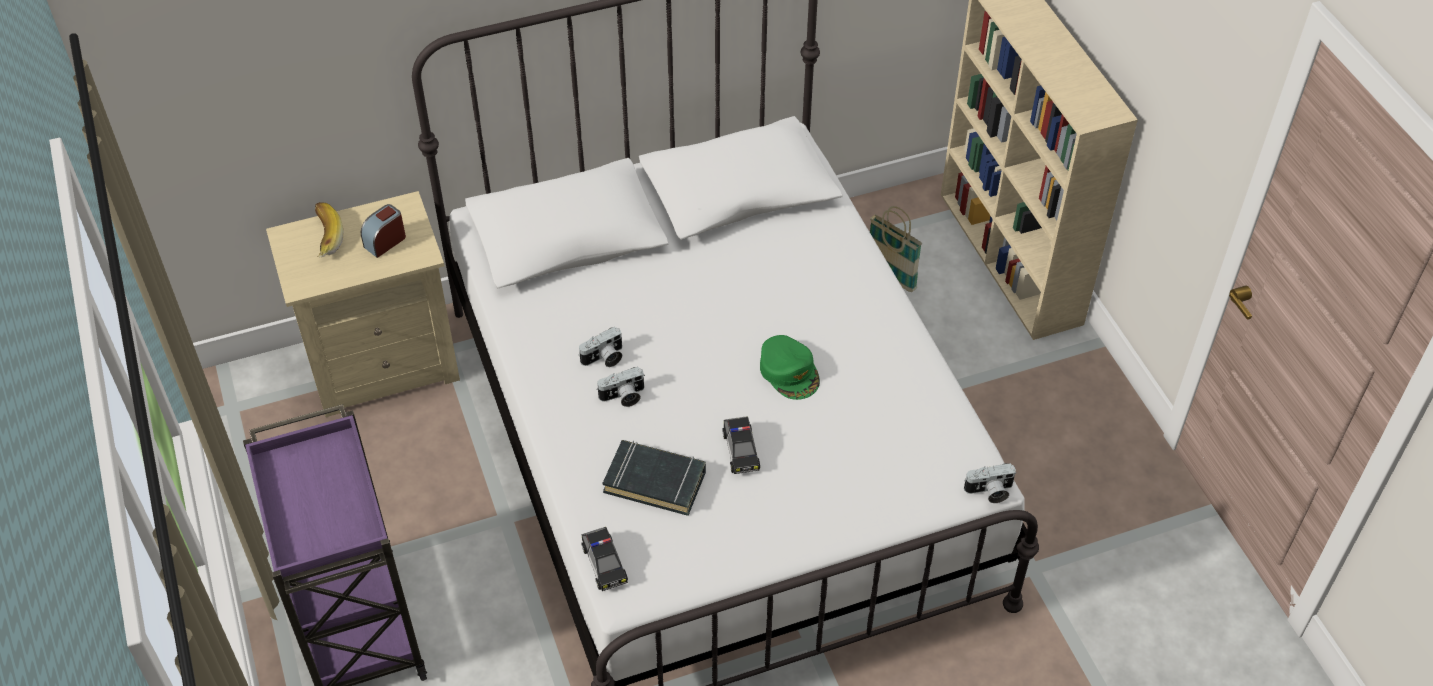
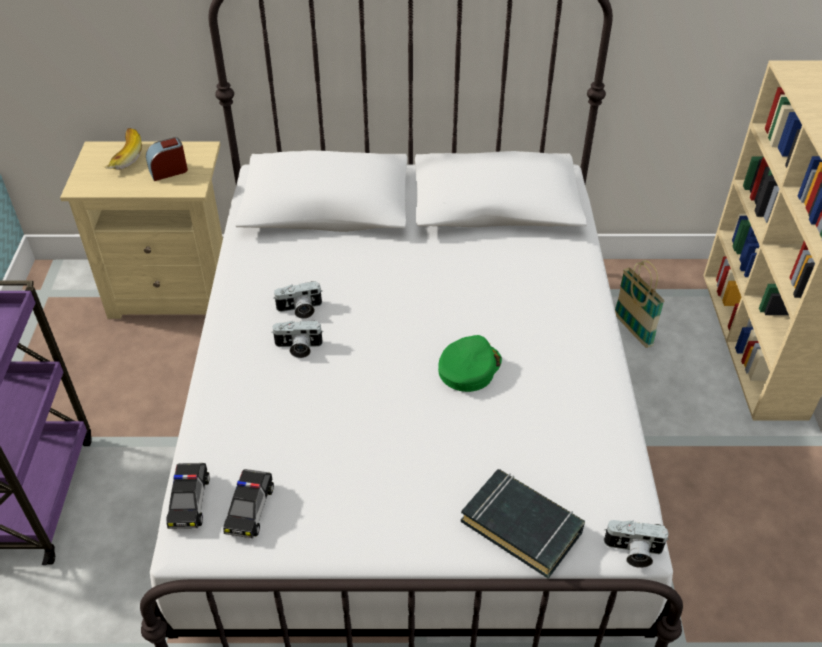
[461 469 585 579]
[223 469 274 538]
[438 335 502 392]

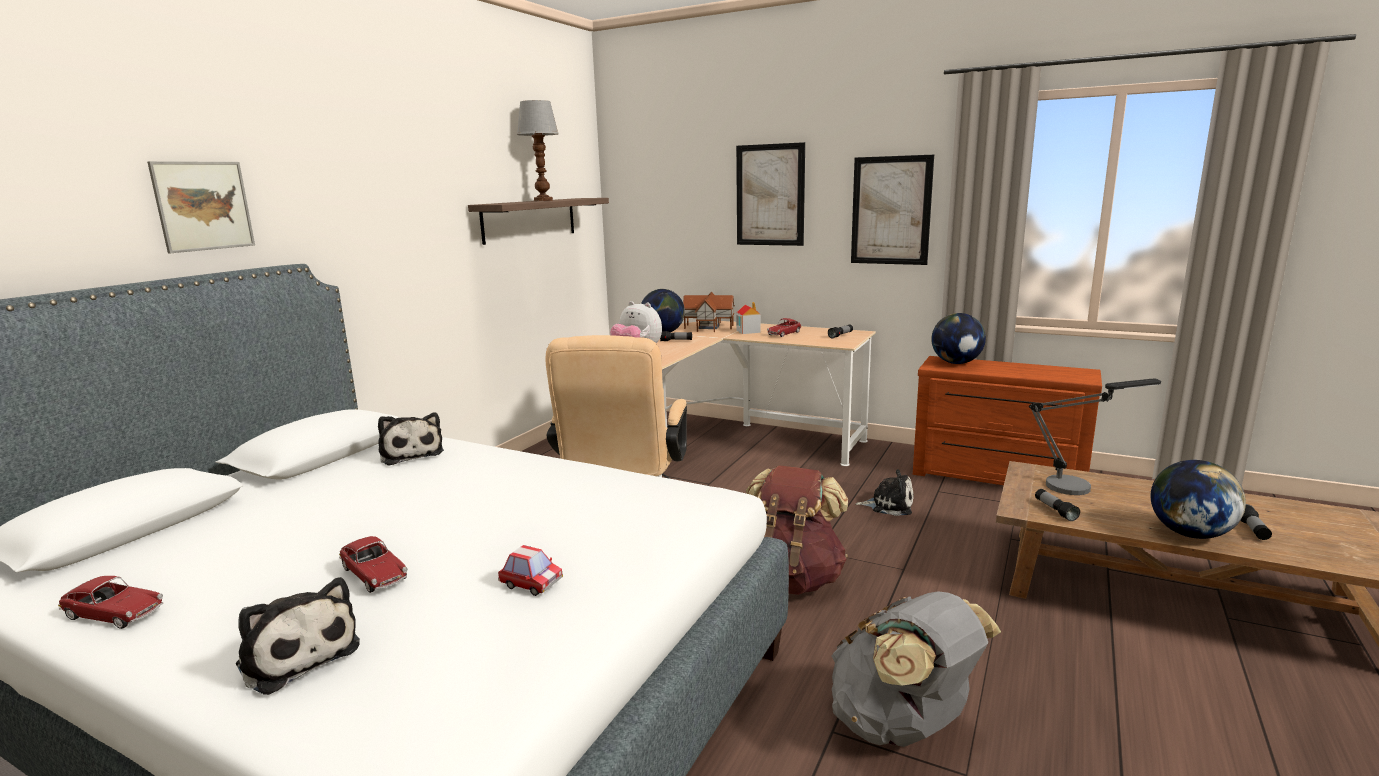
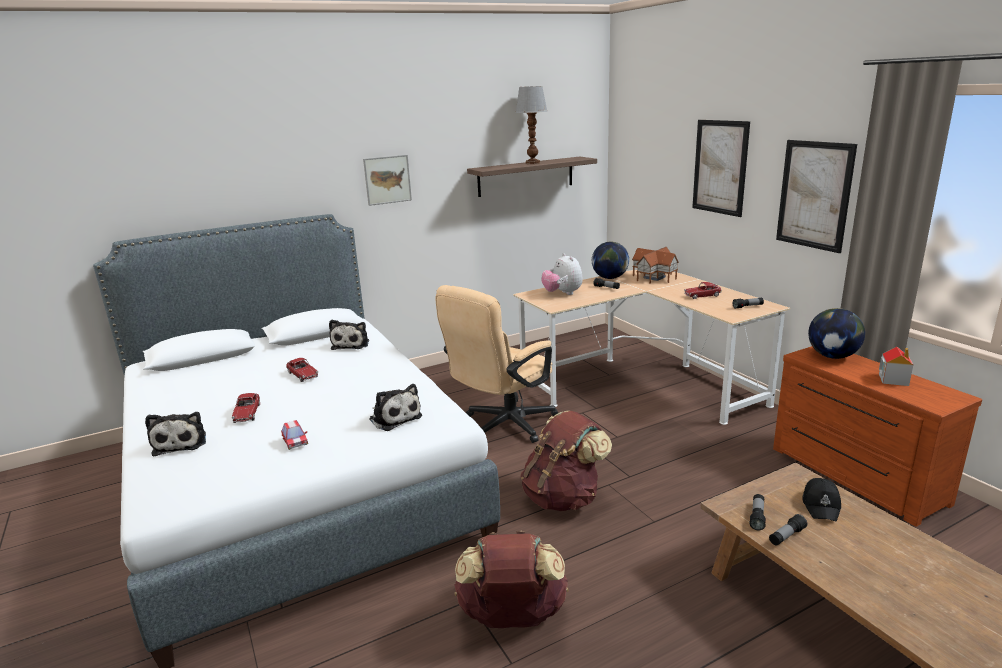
[1151 460 1246 539] (first image)
[286 358 318 382]
[363 155 412 206]
[879 347 913 386]
[369 384 422 431]
[769 514 807 545]
[803 478 841 522]
[455 531 569 628]

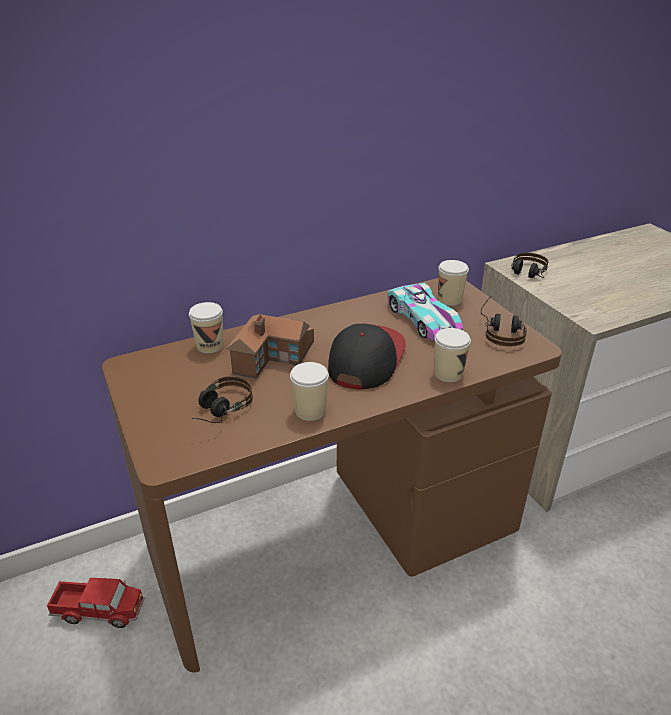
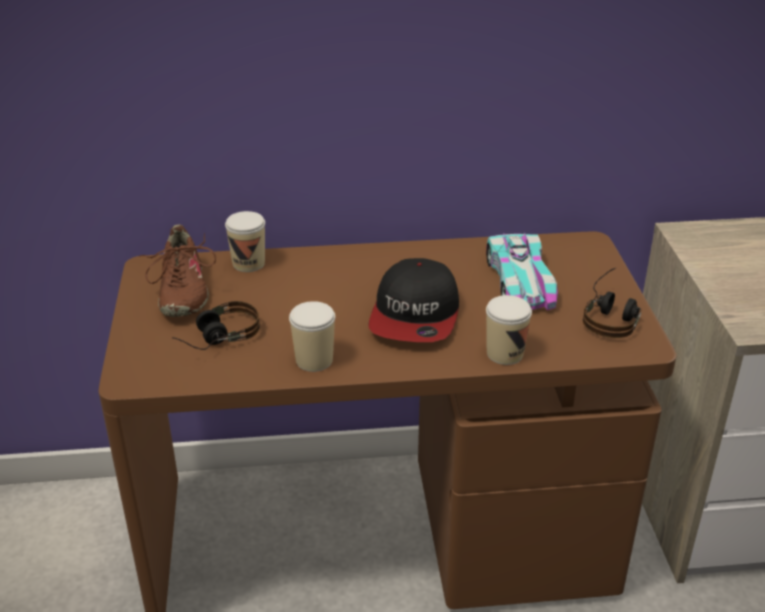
[47 578 145 628] (first image)
[227 314 314 379] (first image)
[438 260 469 305] (first image)
[511 252 549 278] (first image)
[139 224 216 317]
[368 258 459 342]

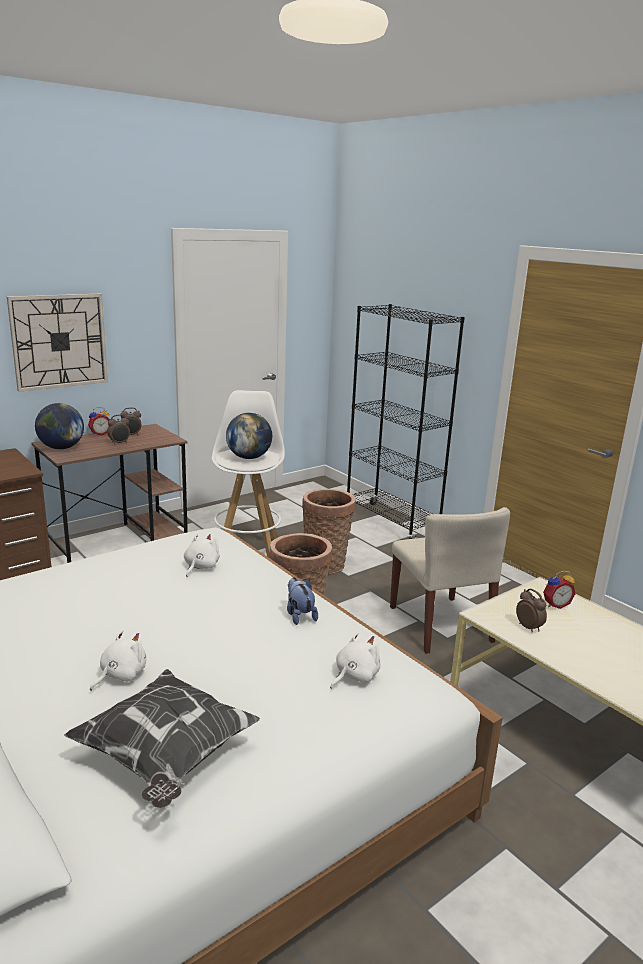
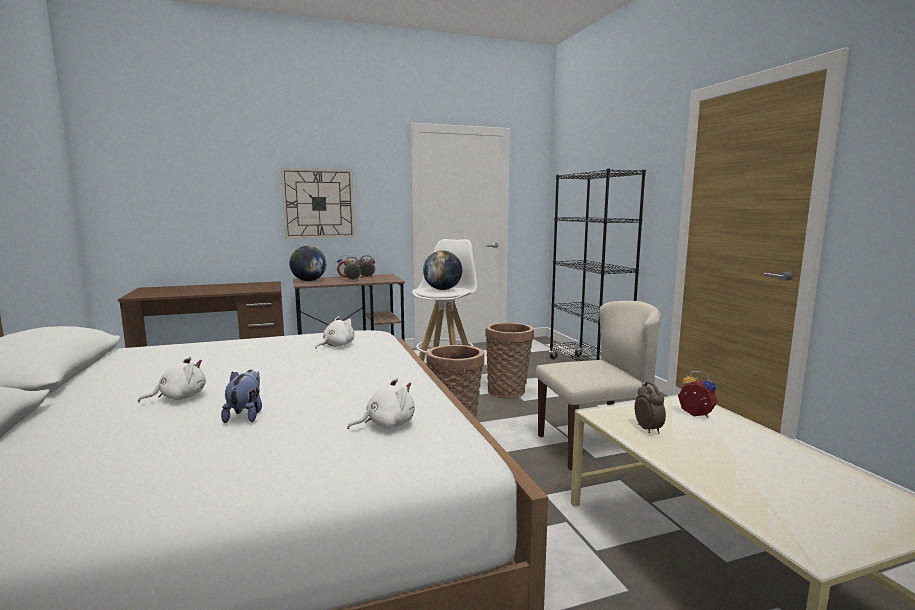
[64 669 260 808] (first image)
[221 370 262 423]
[535 301 661 470]
[678 371 718 418]

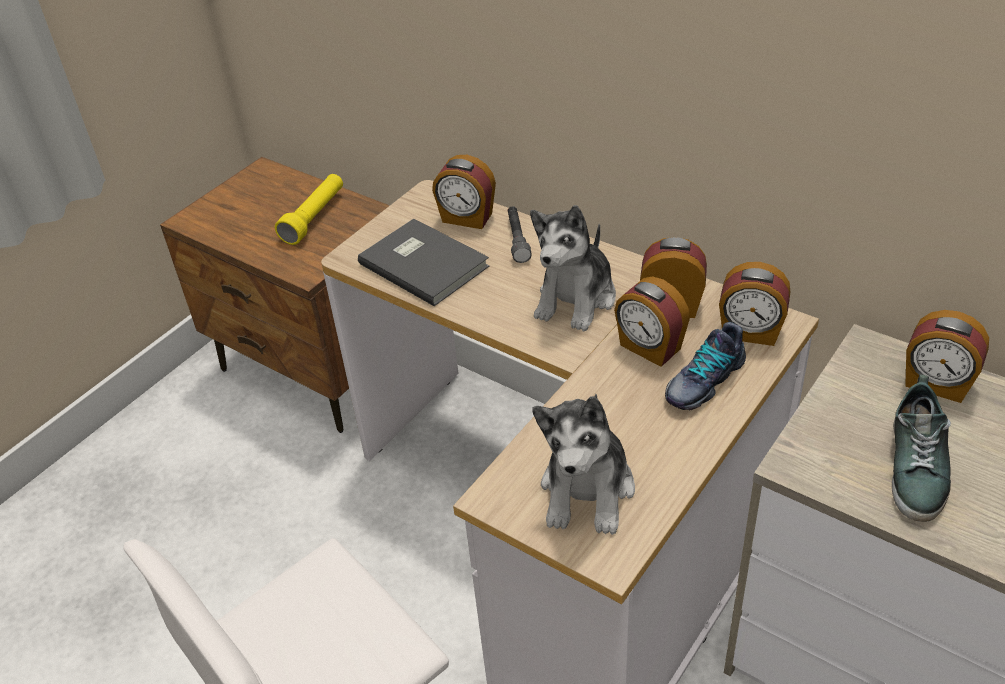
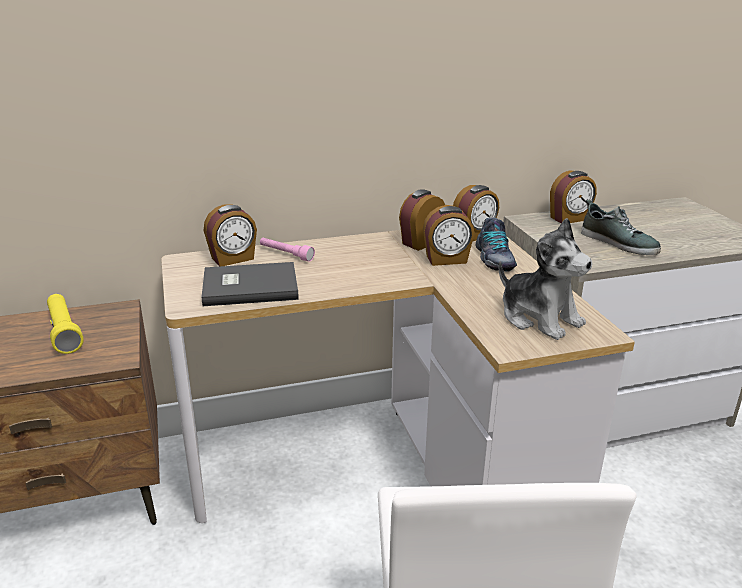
[530 205 616 331] (first image)
[260 238 315 262]

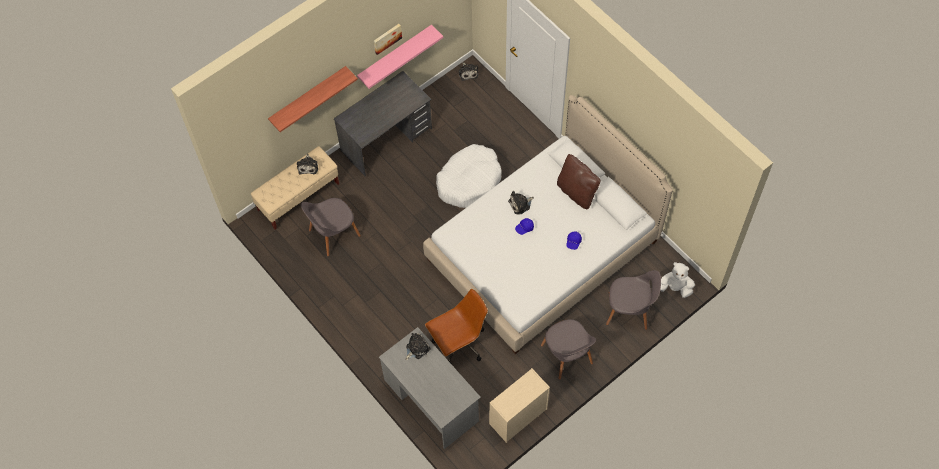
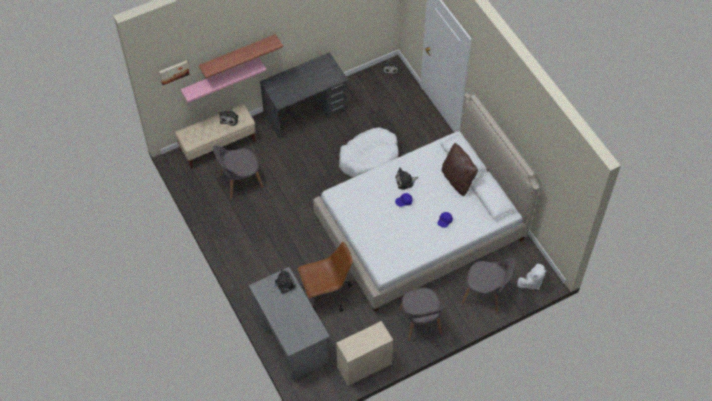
[180 57 266 103]
[159 61 190 85]
[517 264 547 290]

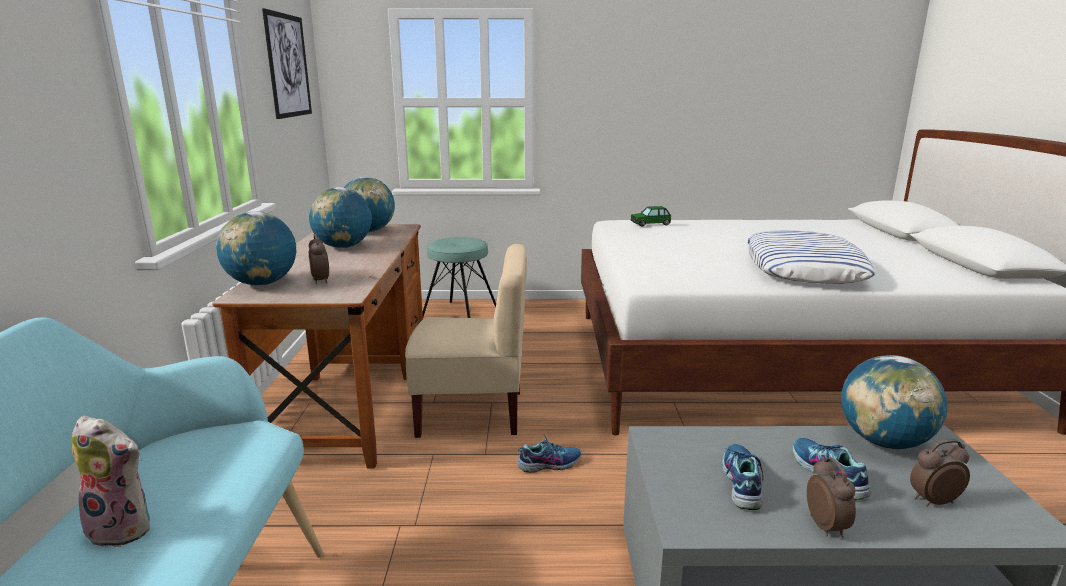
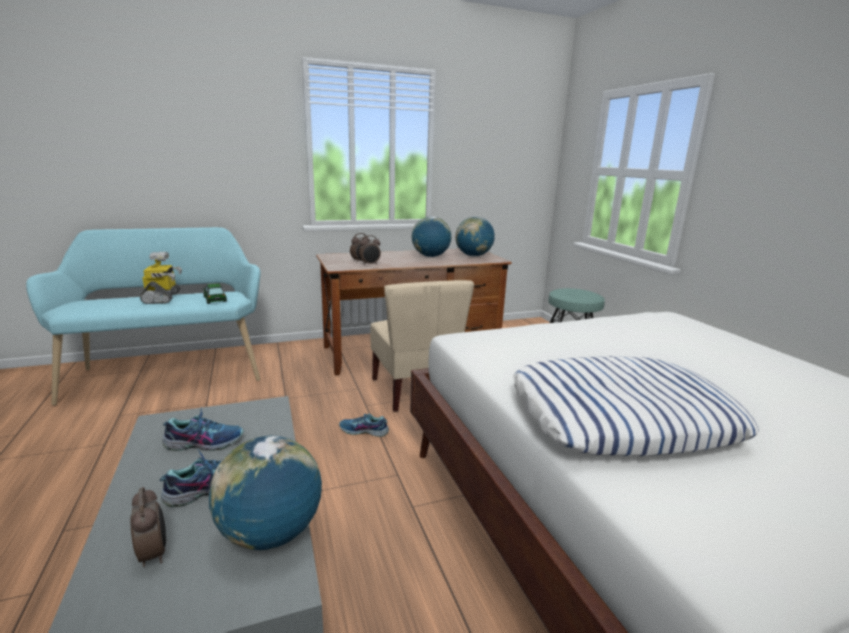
[216 211 296 286] (first image)
[262 8 312 119] (first image)
[202 283 227 304]
[359 235 381 265]
[140 252 182 304]
[339 414 389 437]

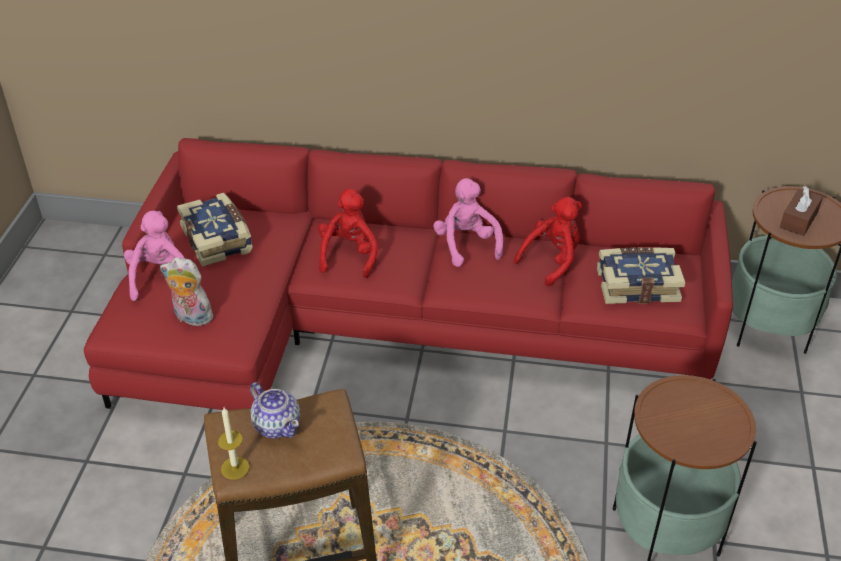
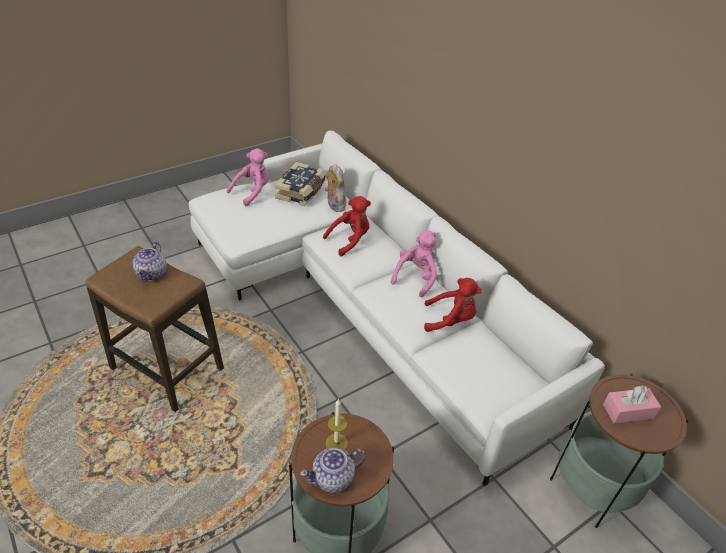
[597 247 685 304] (first image)
[300 447 366 493]
[325 164 346 212]
[326 399 348 450]
[189 131 605 486]
[603 385 661 424]

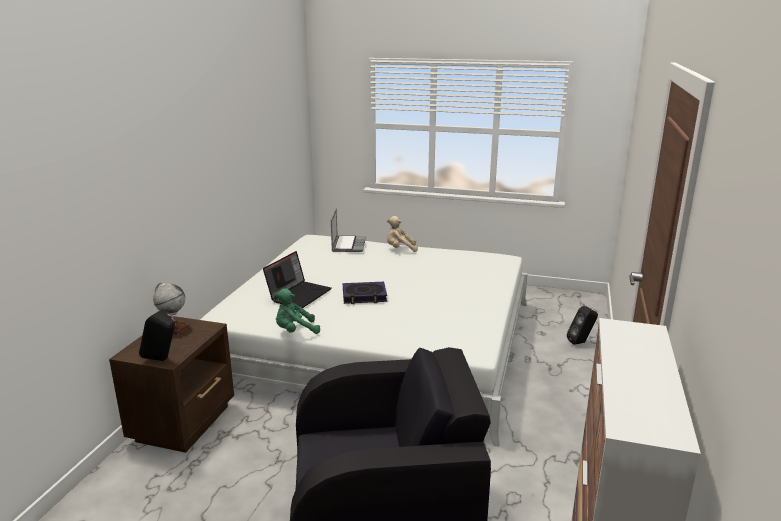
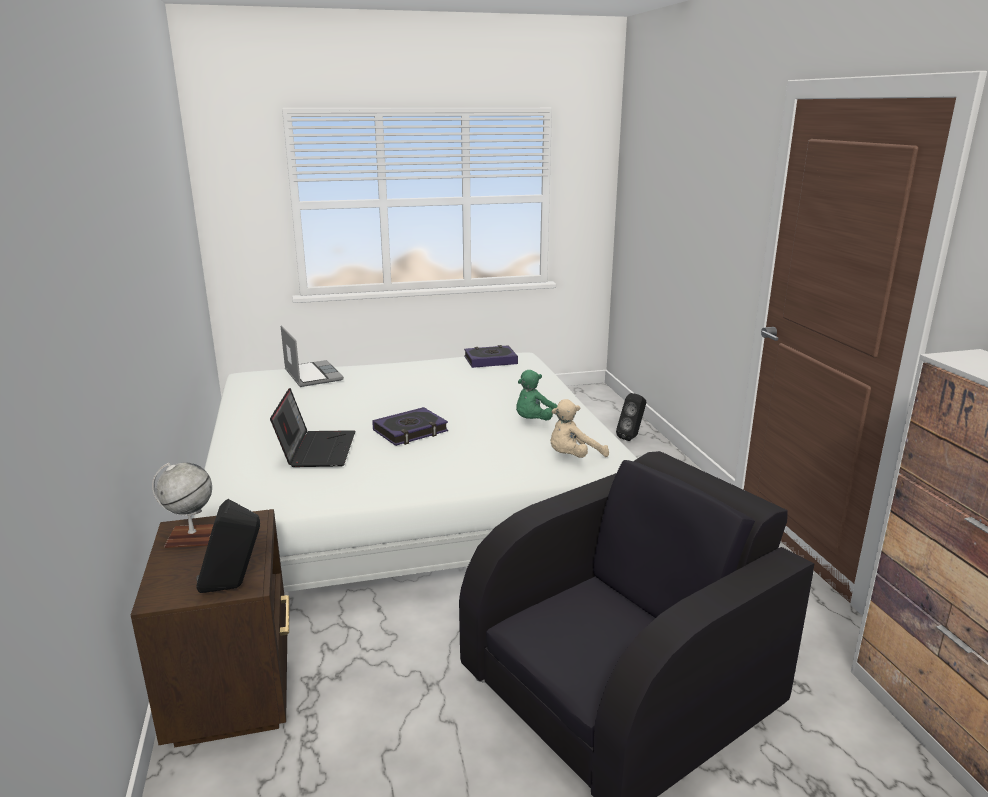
[464 345 518 368]
[516 370 558 420]
[550 399 609 458]

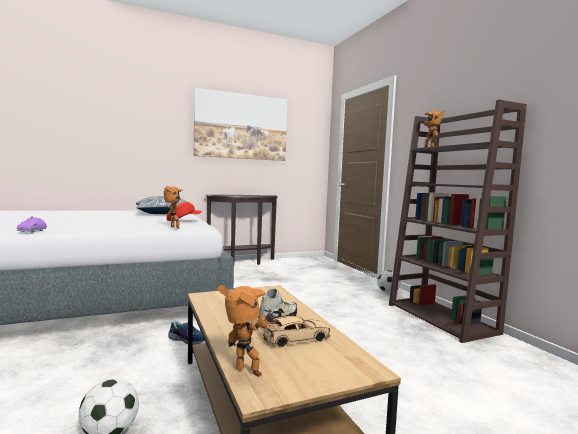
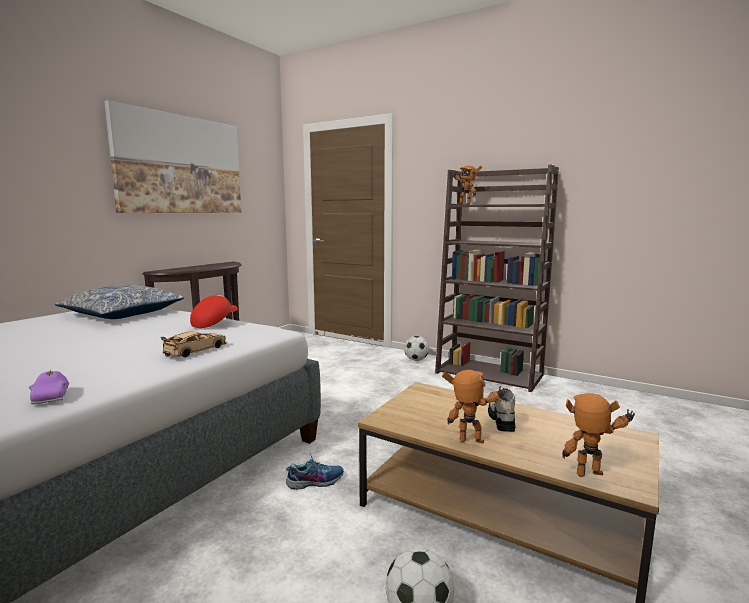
[442 370 507 444]
[161 331 226 357]

